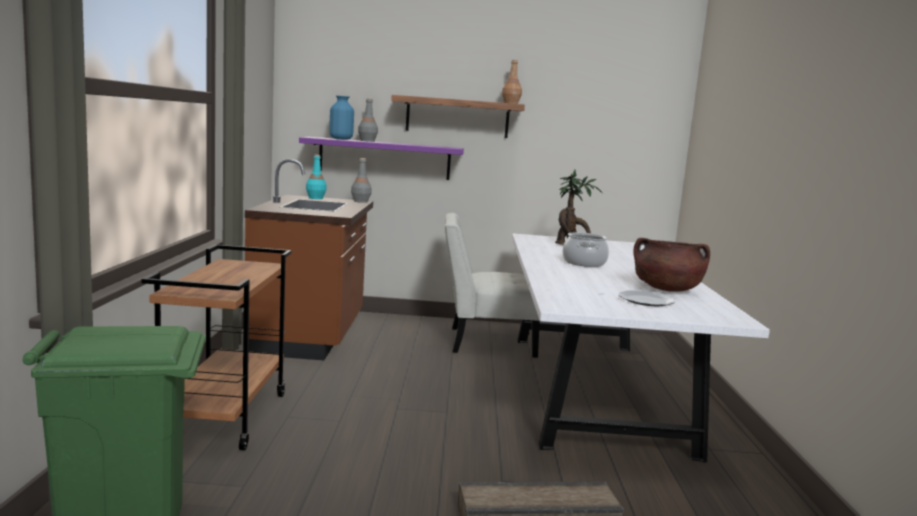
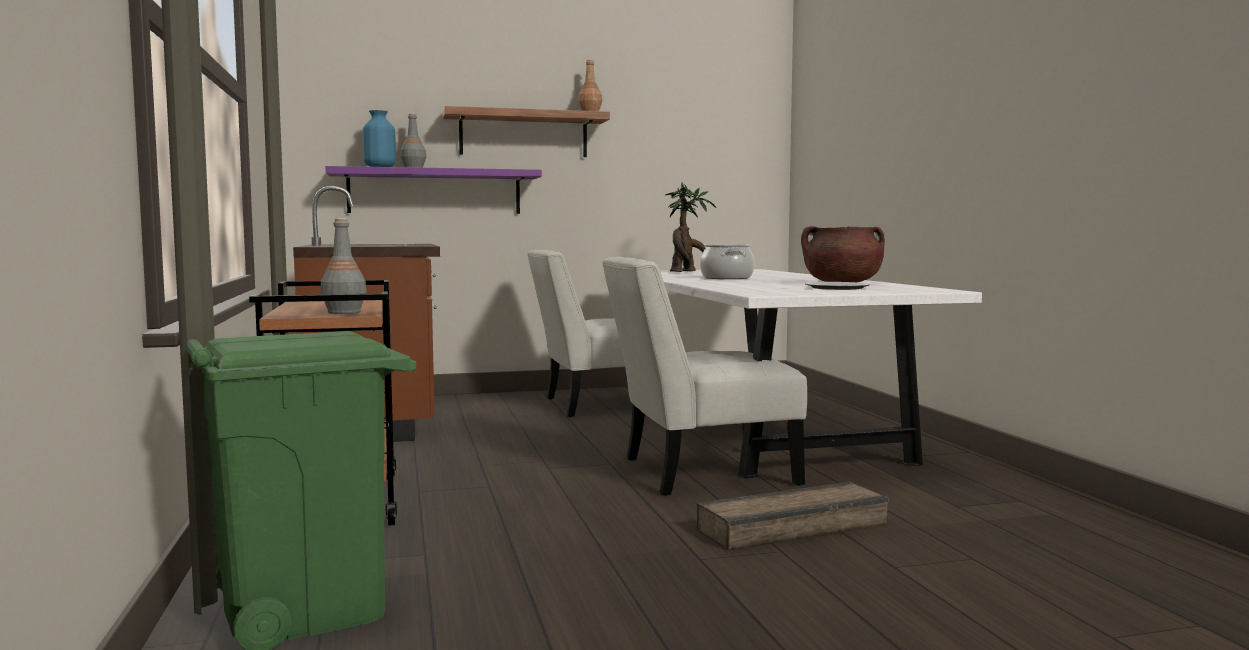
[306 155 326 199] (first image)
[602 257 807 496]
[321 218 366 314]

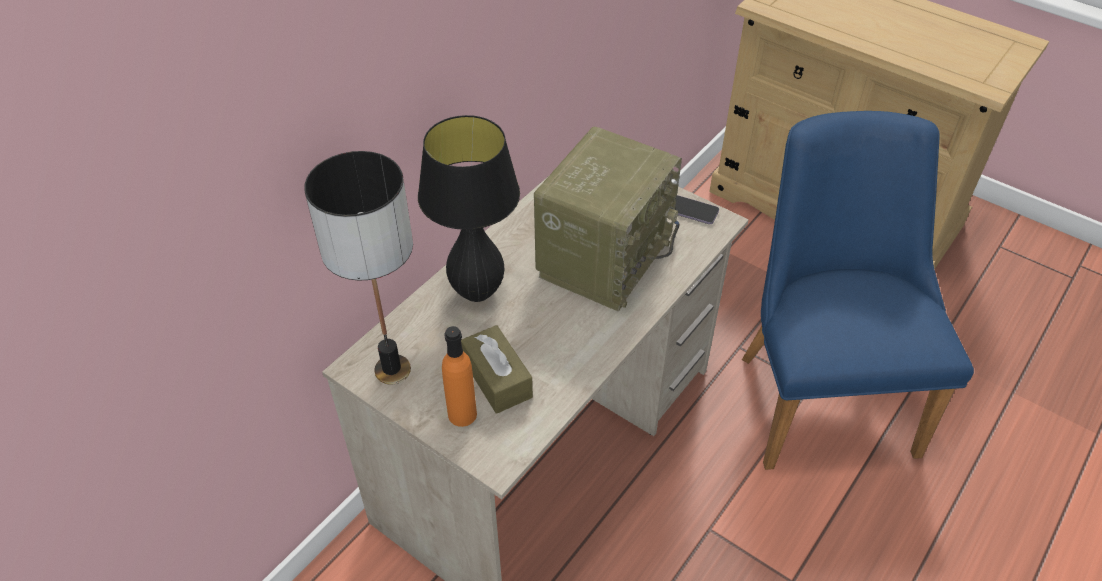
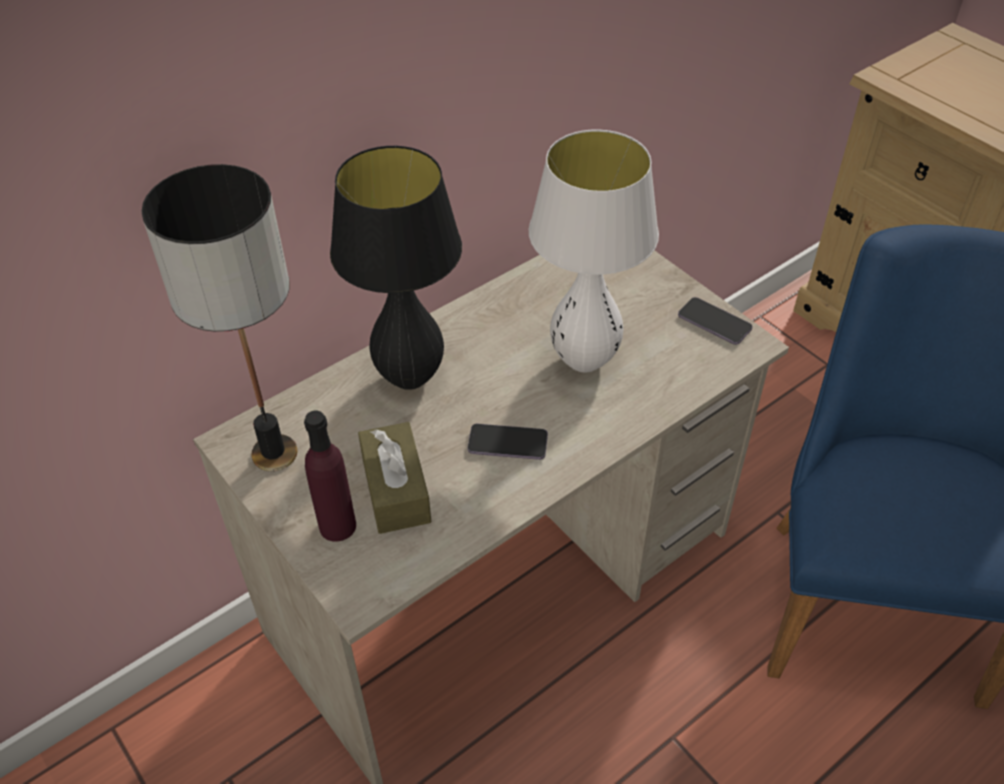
[468 424 548 460]
[529 130 659 372]
[304 411 356 542]

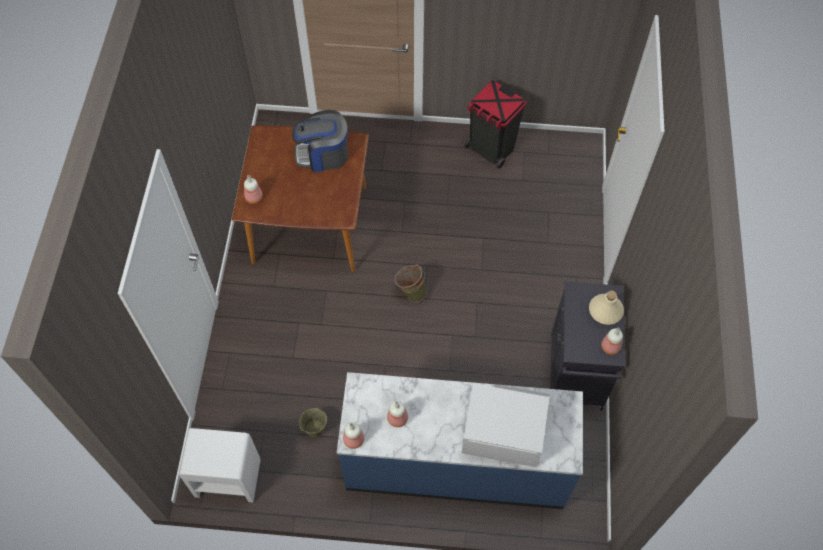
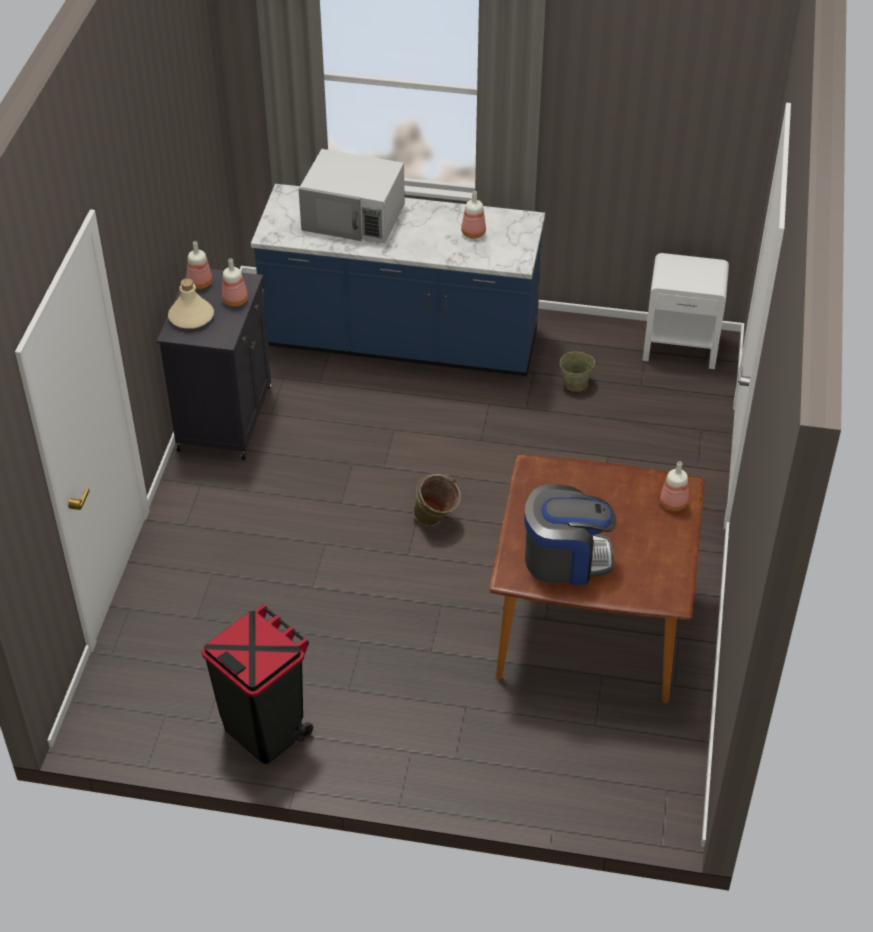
[222 258 248 307]

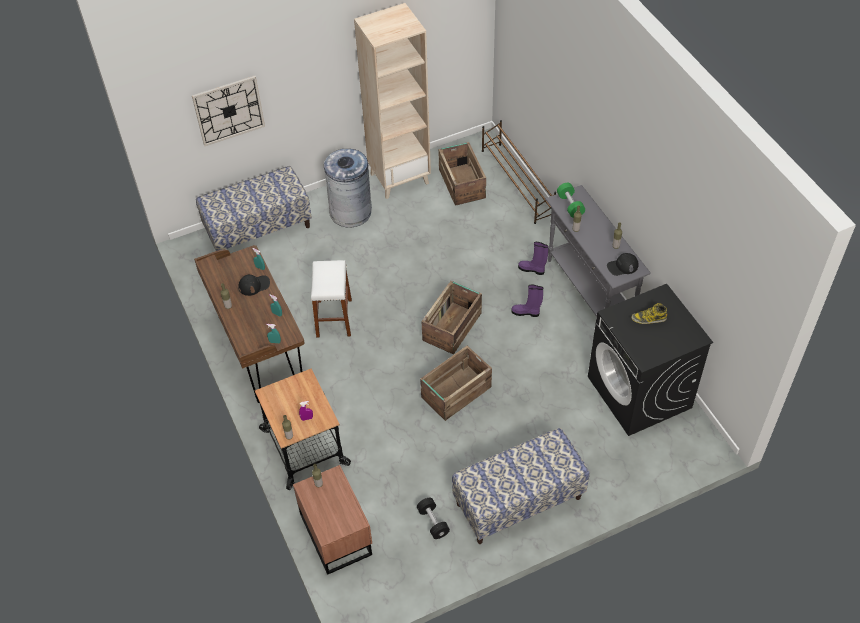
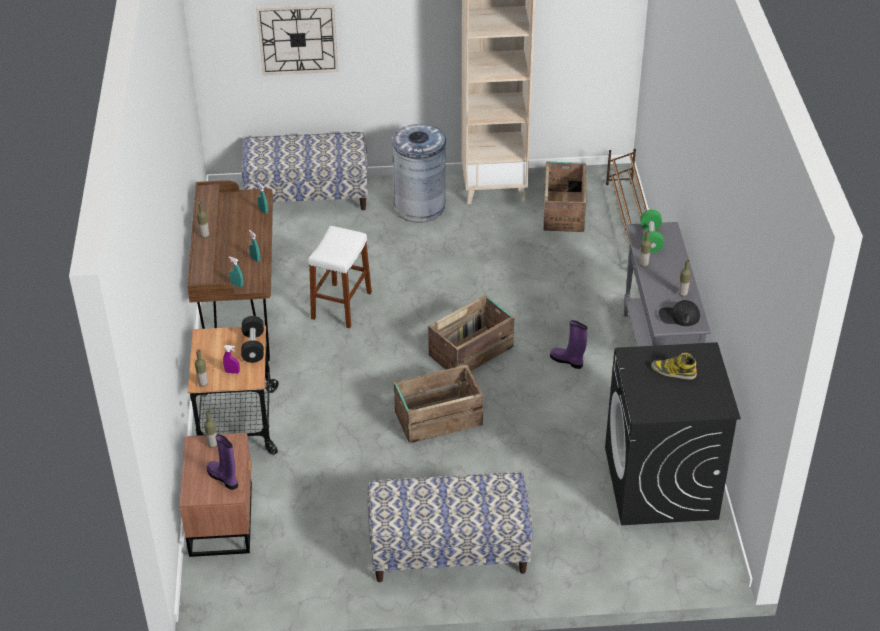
[238 275 270 296] (first image)
[241 316 264 363]
[207 435 238 490]

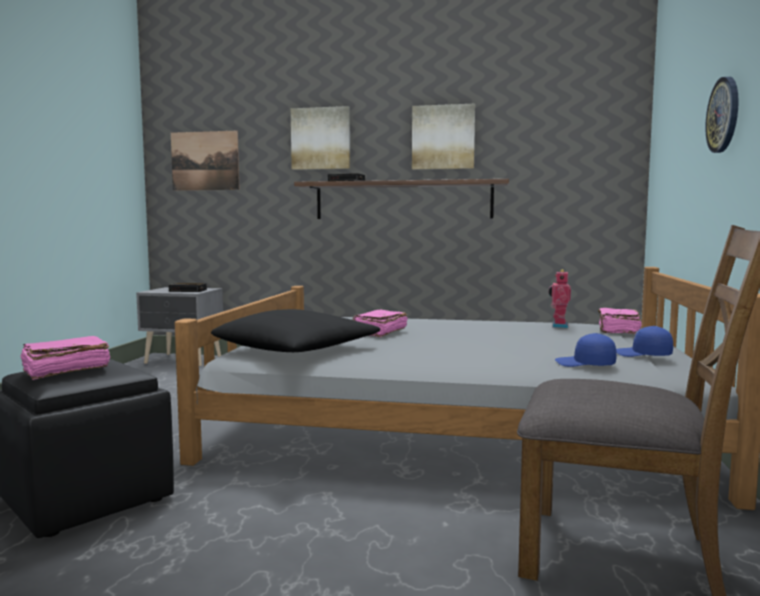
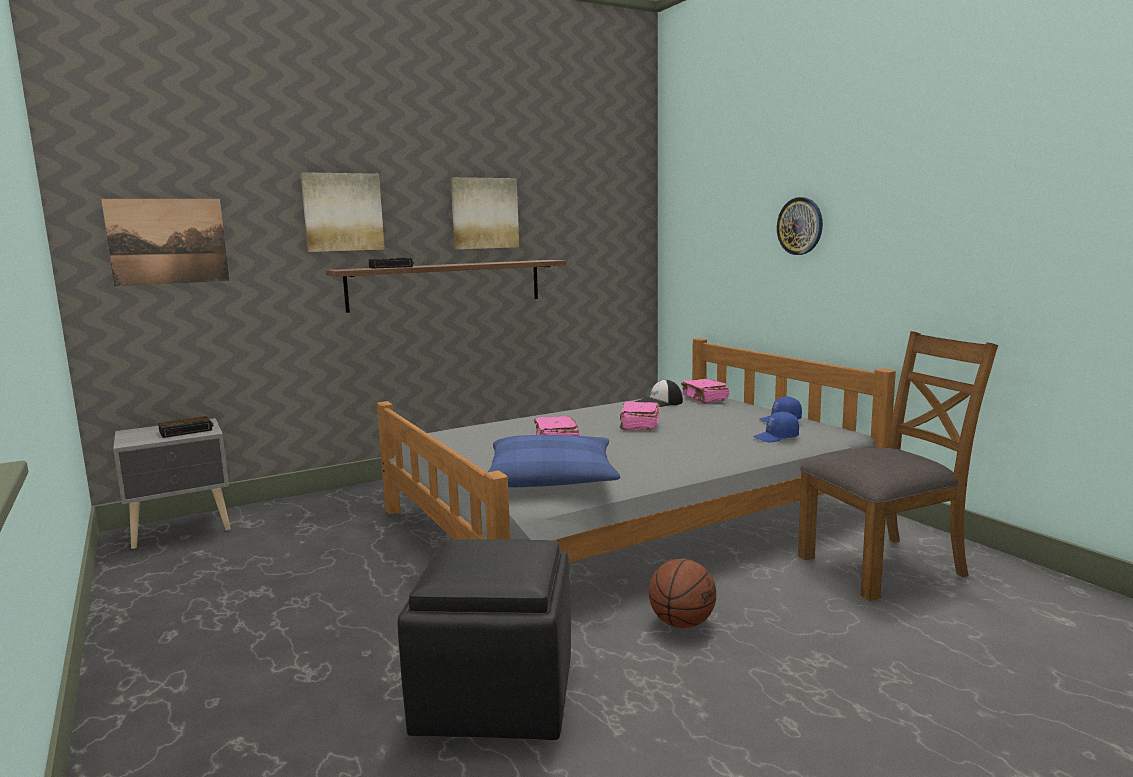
[649 559 716 628]
[620 401 660 430]
[635 379 683 407]
[488 435 620 487]

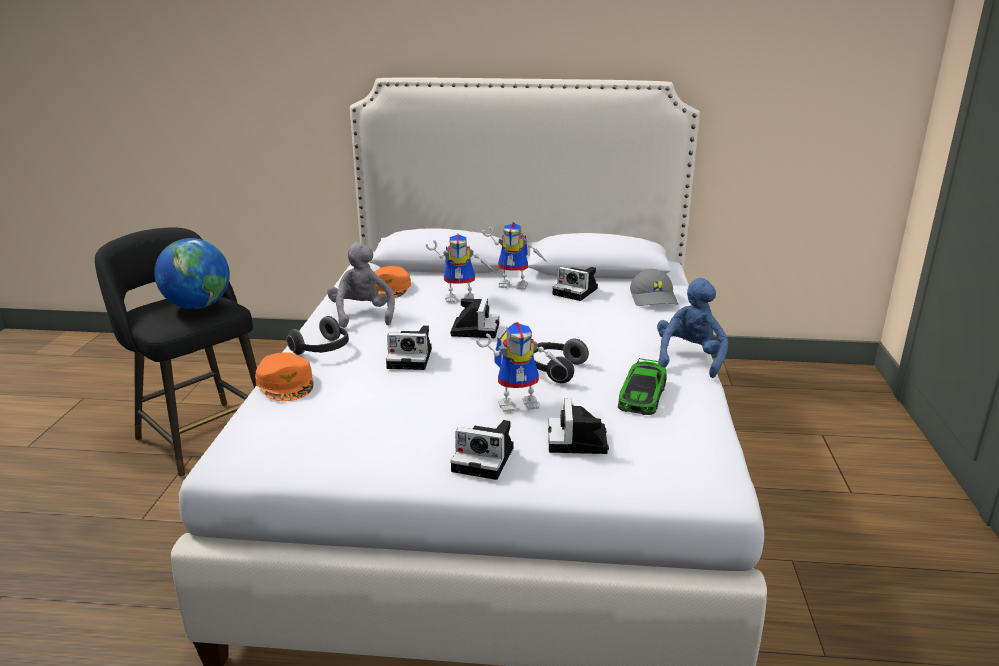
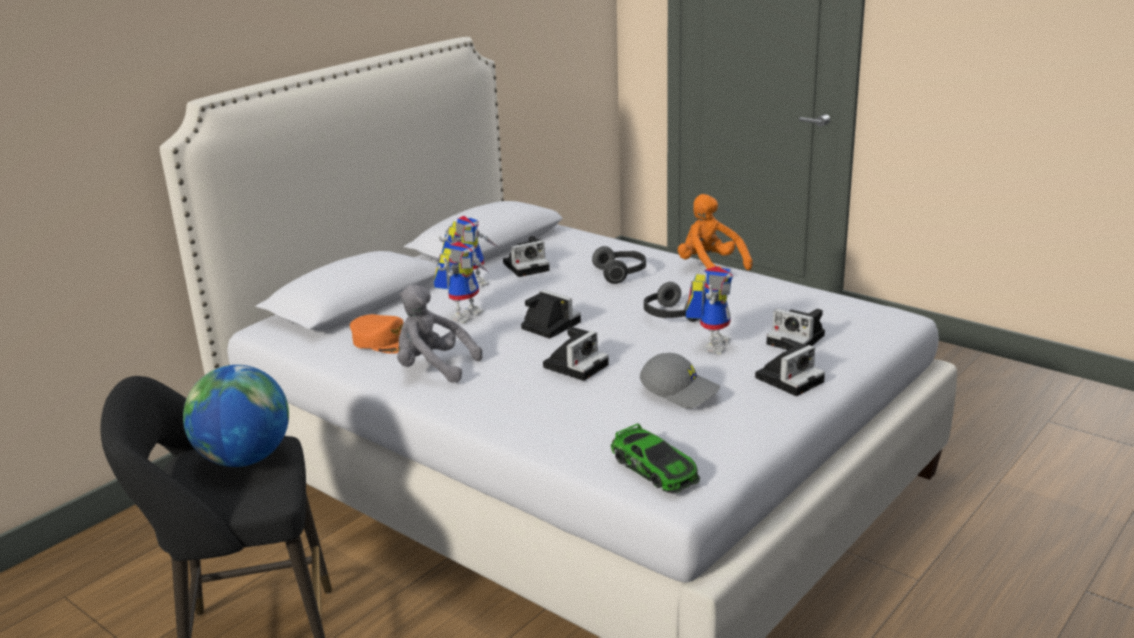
[255 352 314 401] (first image)
[592 246 646 284]
[611 423 700 493]
[640 353 720 409]
[678 194 753 270]

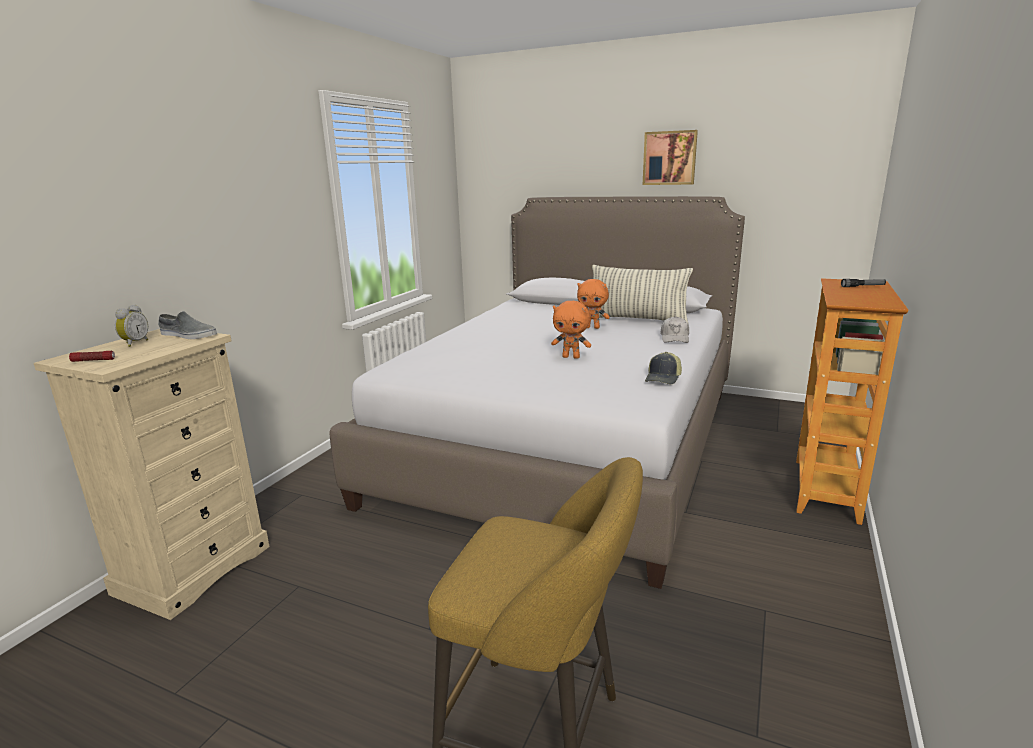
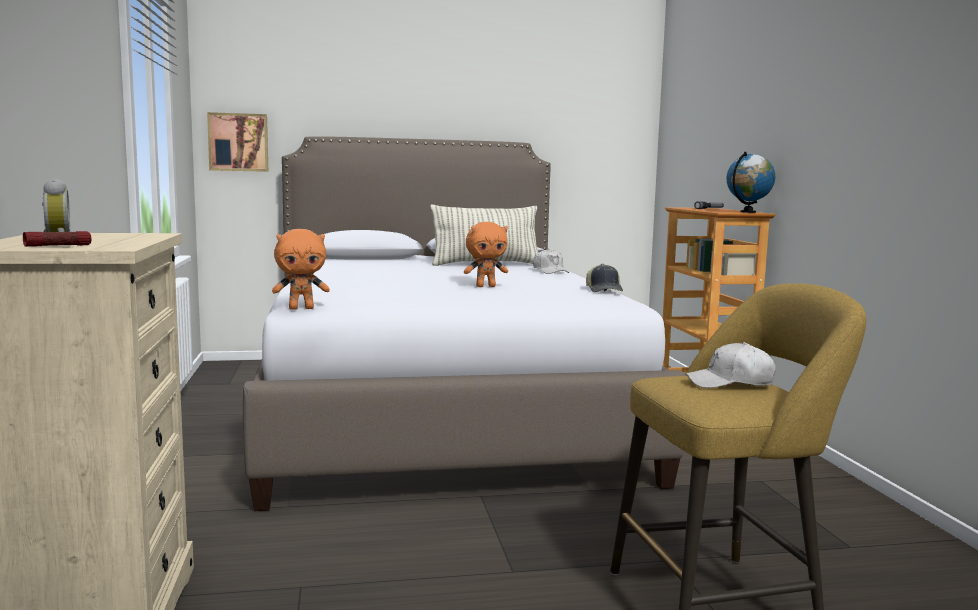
[158 311 217 339] (first image)
[686 342 776 388]
[726 152 775 213]
[272 229 330 310]
[207 112 268 172]

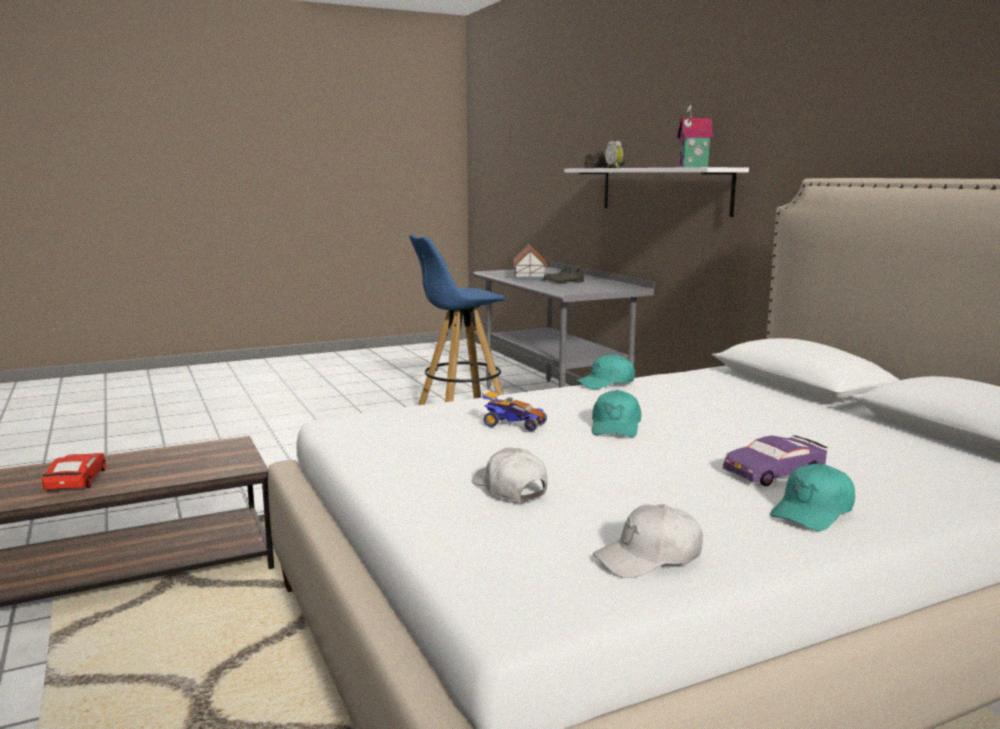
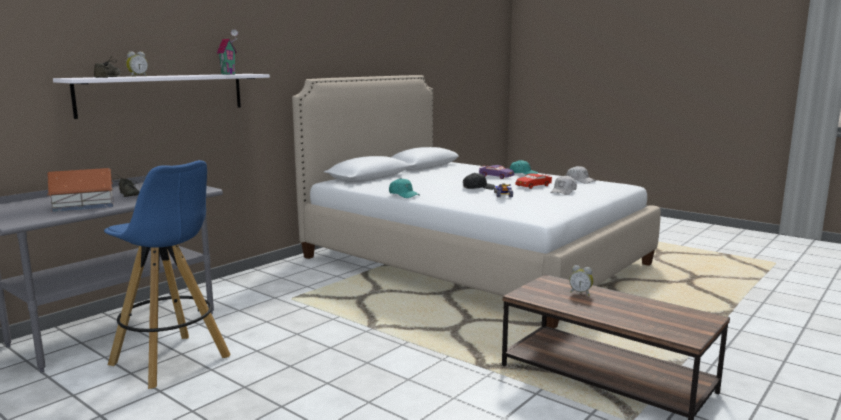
[569 265 593 296]
[515 173 552 189]
[463 173 495 190]

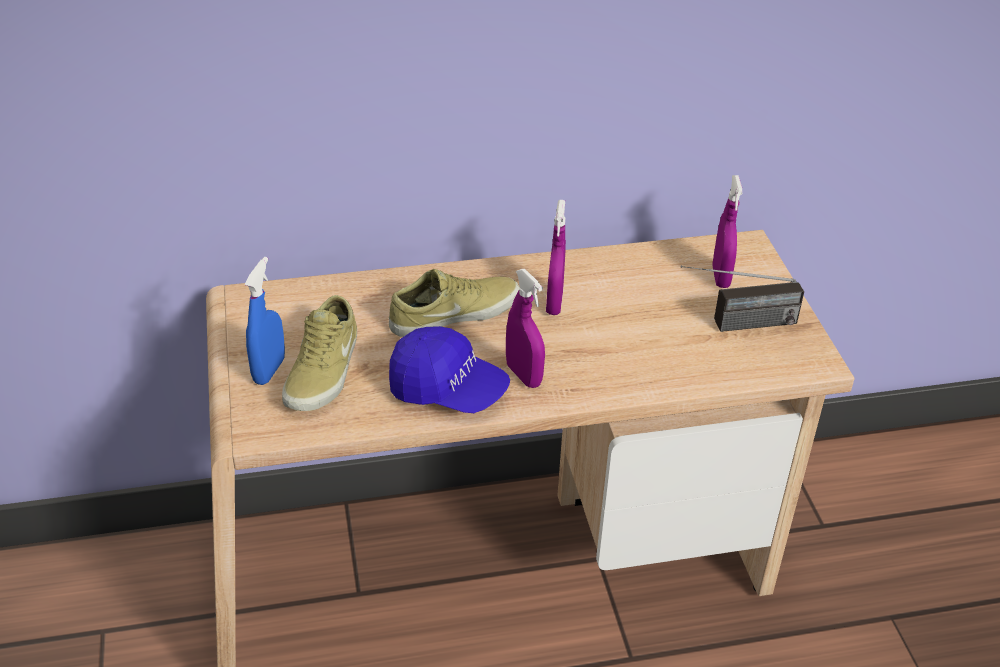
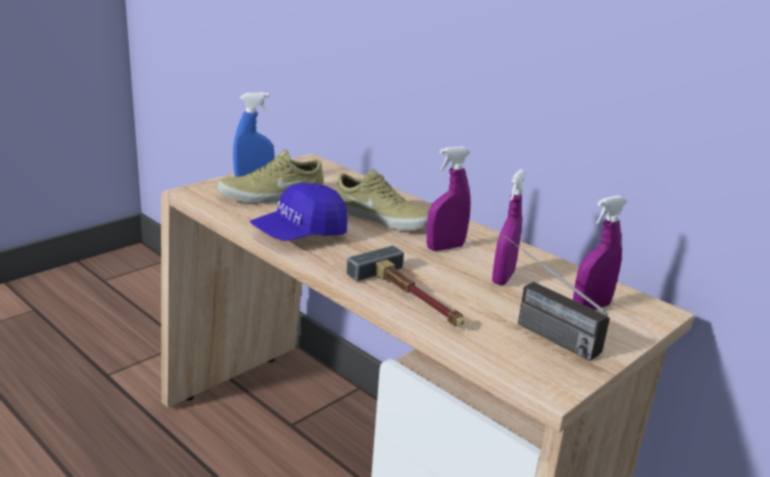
[346 246 464 326]
[492 169 526 285]
[250 183 348 241]

